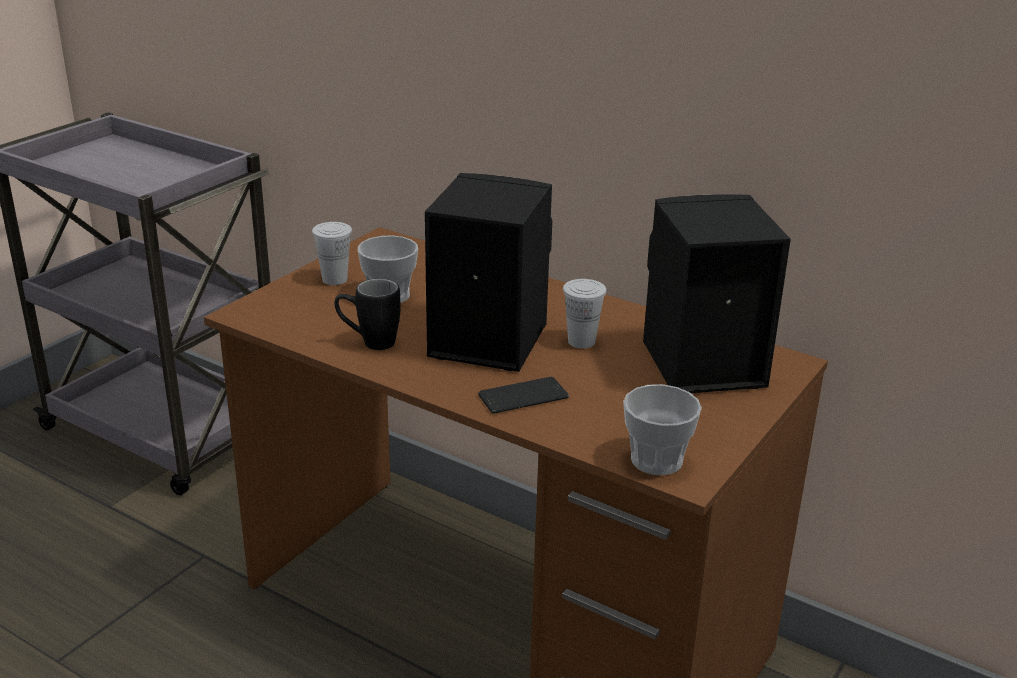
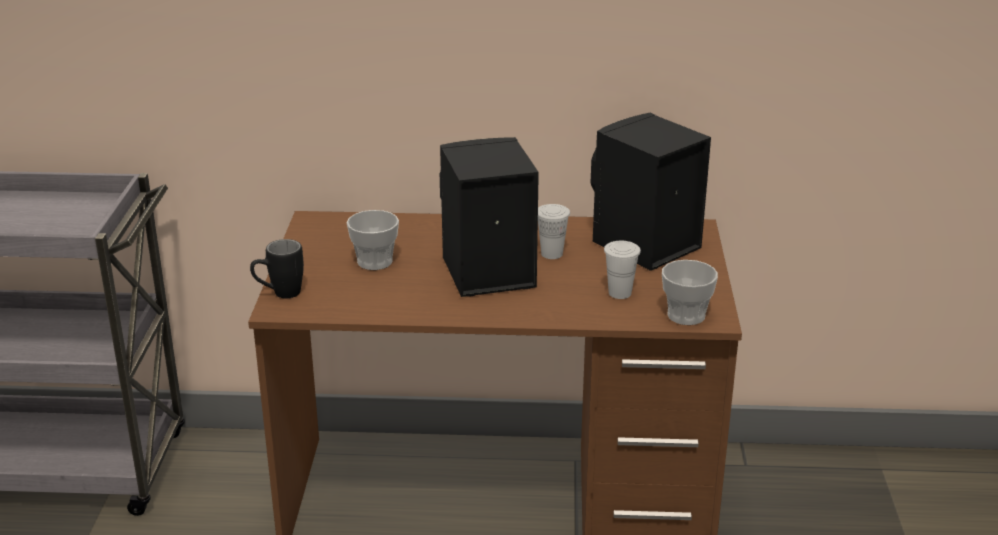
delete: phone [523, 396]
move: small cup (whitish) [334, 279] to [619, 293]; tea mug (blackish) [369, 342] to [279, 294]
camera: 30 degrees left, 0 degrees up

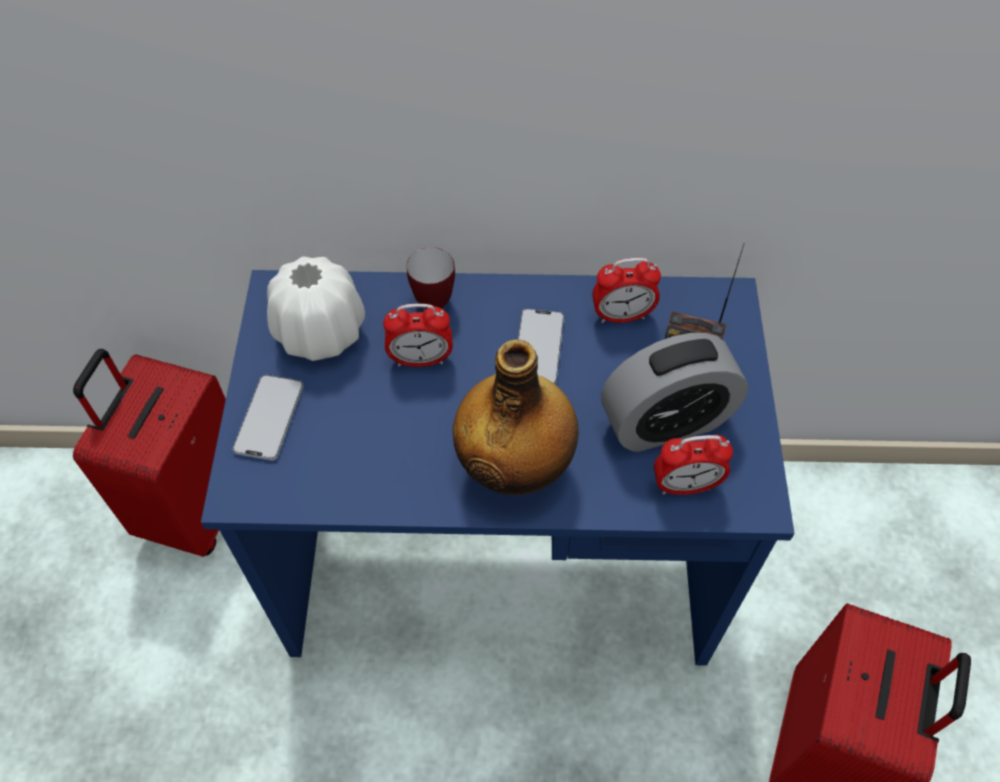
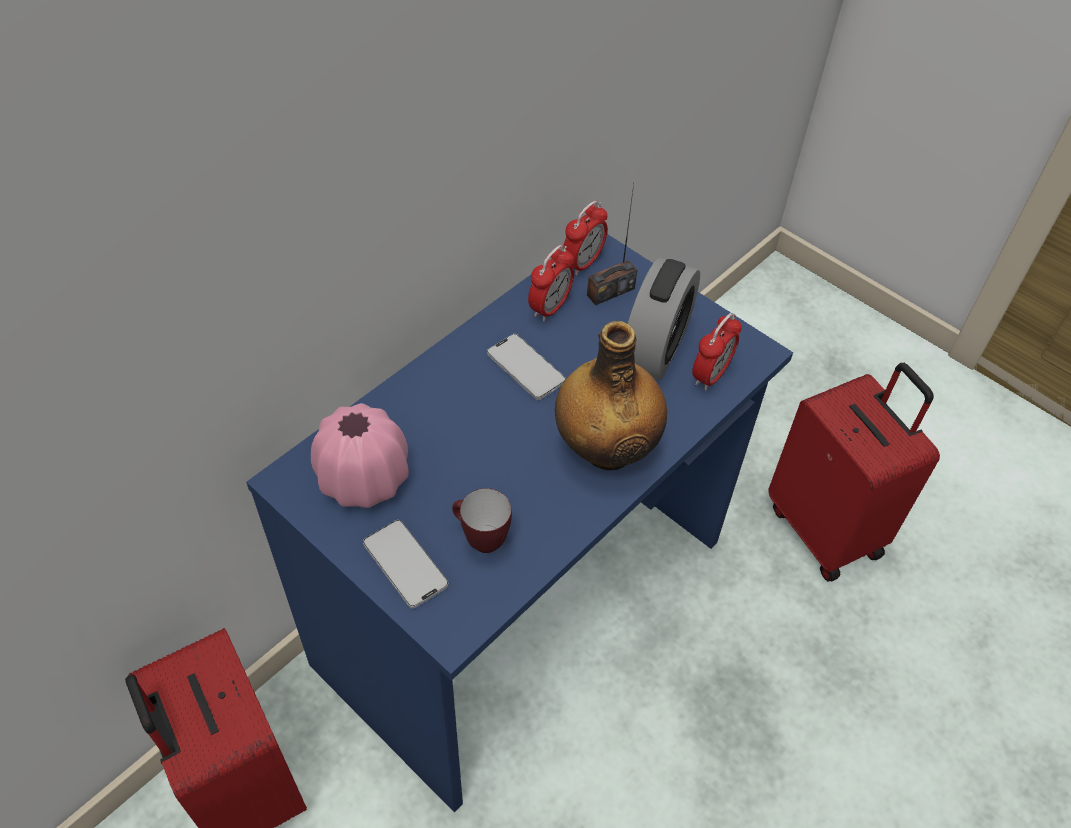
move: alarm clock [421, 359] to [583, 263]; tea mug [432, 297] to [479, 539]
recolor: decorative vase (whitish) [320, 333] to decorative vase (pinkish) [363, 479]
camera: 50 degrees left, 5 degrees down

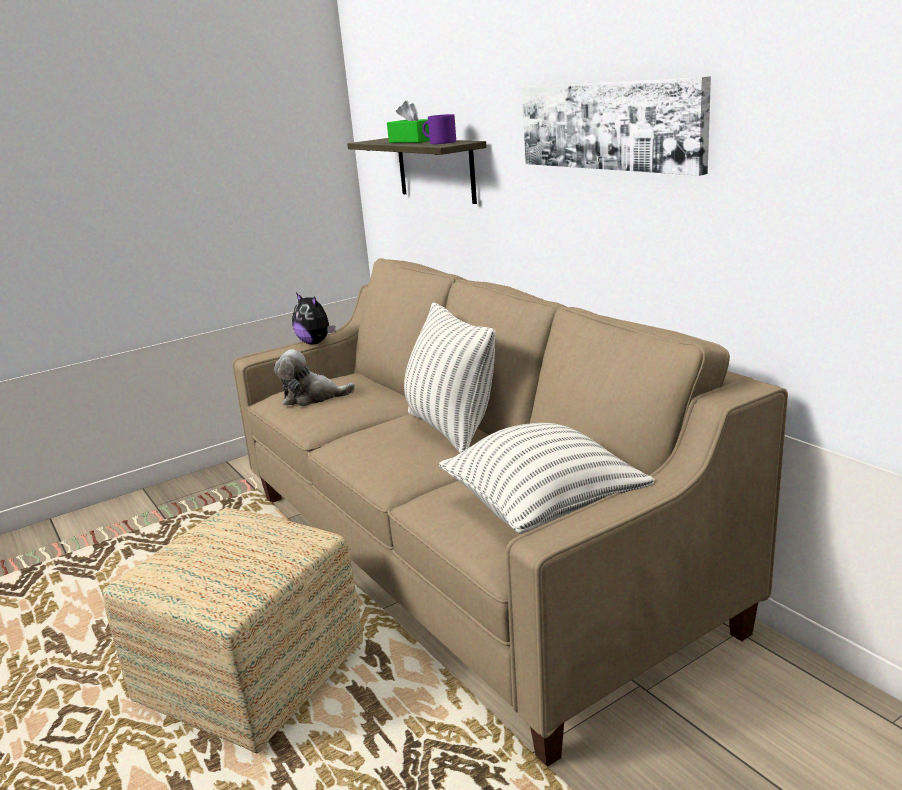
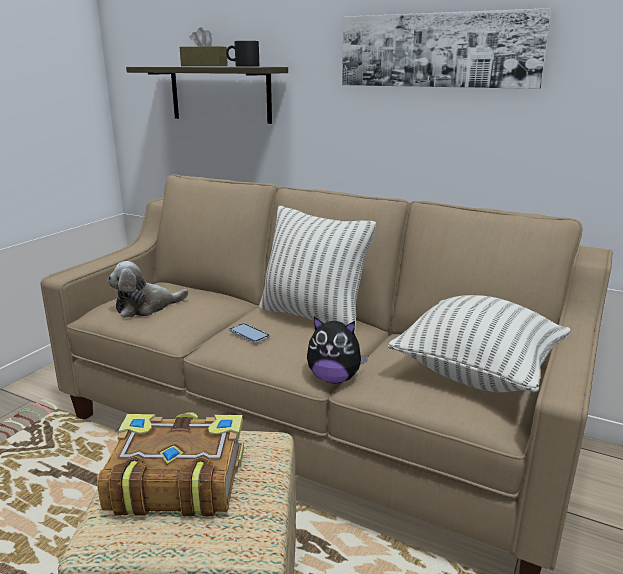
insert: book [176, 479]; phone [249, 334]
move: soft toy [315, 342] to [334, 378]
recolor: tissue holder (greenish) [412, 141] to tissue holder (brown) [204, 66]; tea mug (purple) [438, 142] to tea mug (blackish) [243, 66]
camera: 30 degrees left, 0 degrees up

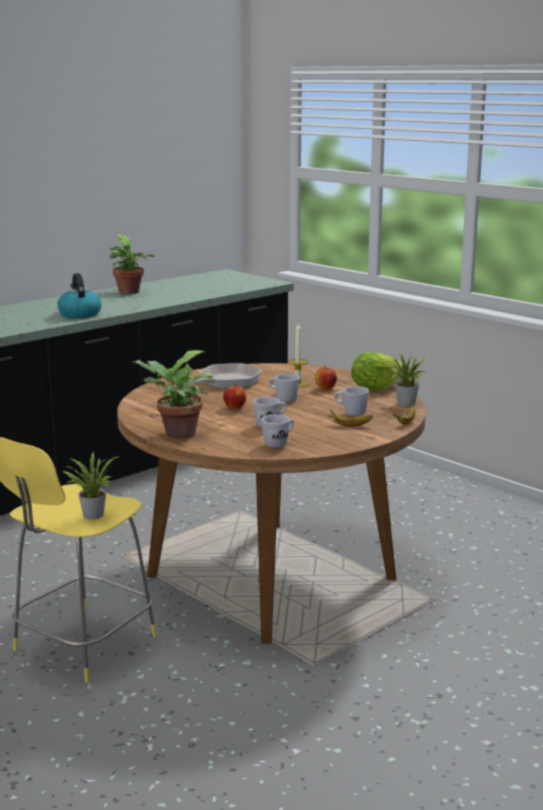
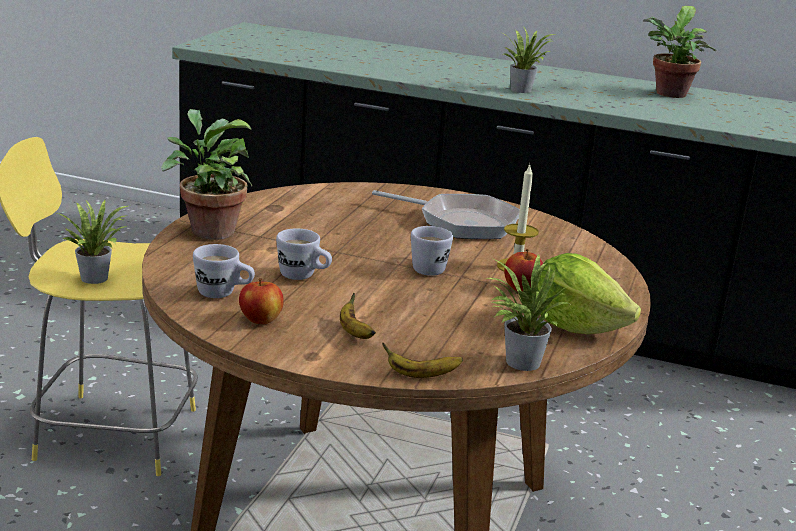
delete: tea mug (whitish) [350, 413]
move: apple [234, 407] to [261, 320]
replace: tea kettle [79, 314] to plant in a pot [522, 90]
camera: 60 degrees right, 5 degrees up

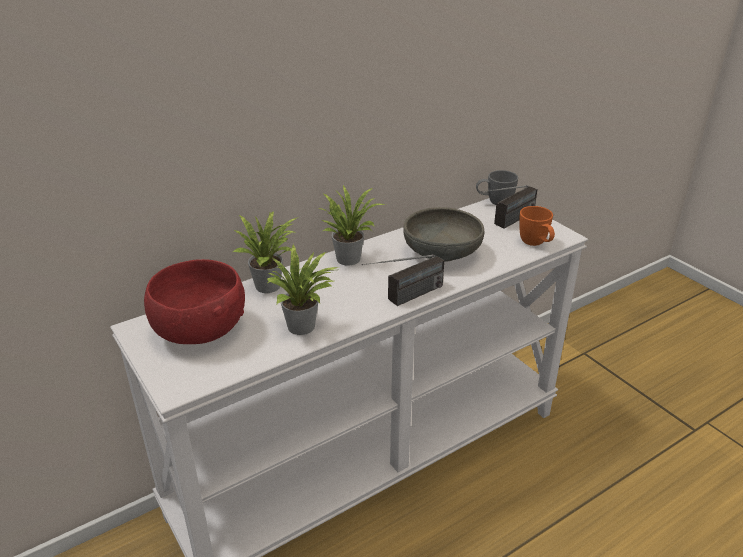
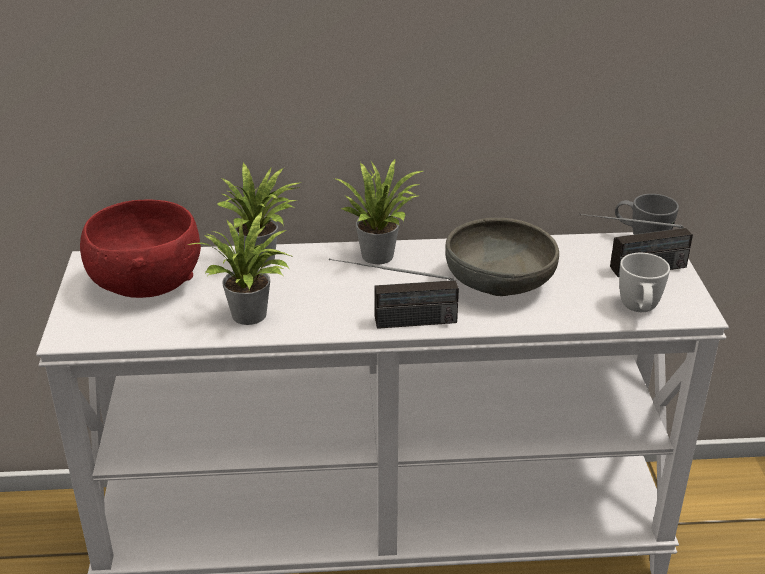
recolor: tea mug (orange-coloured) [536, 244] to tea mug (whitish) [639, 311]
camera: 30 degrees right, 0 degrees up

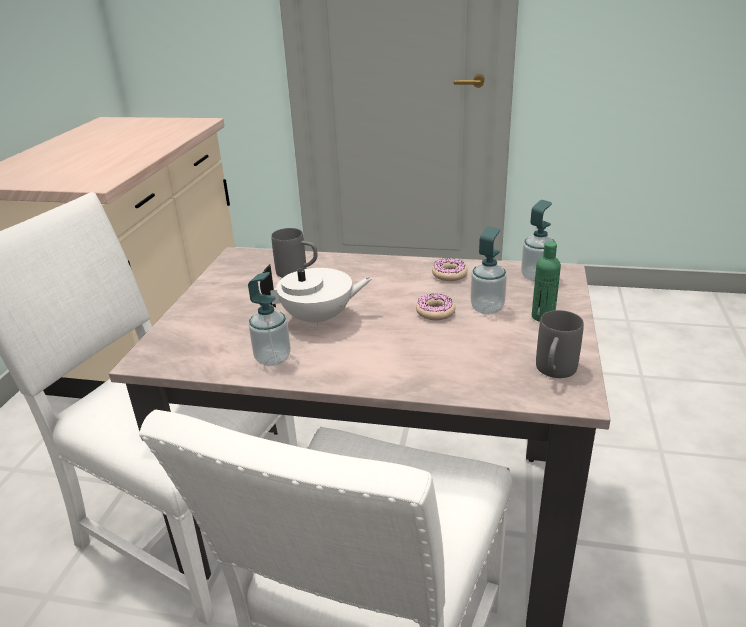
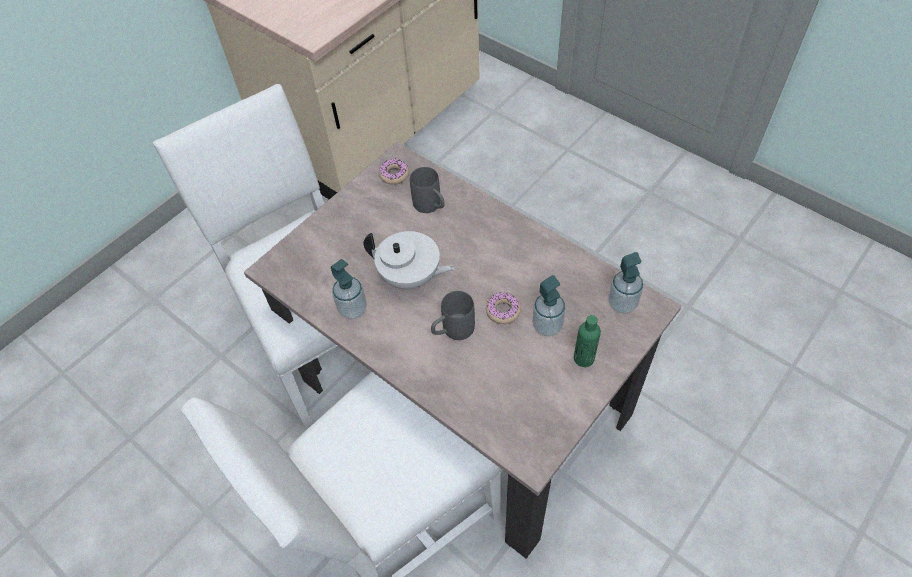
move: ring doughnut [449, 274] to [394, 175]; tea mug (greyish) [554, 372] to [452, 331]
camera: 30 degrees right, 25 degrees up

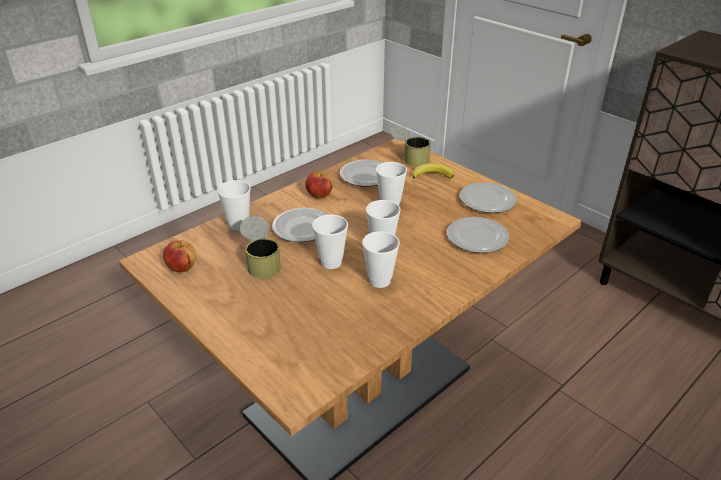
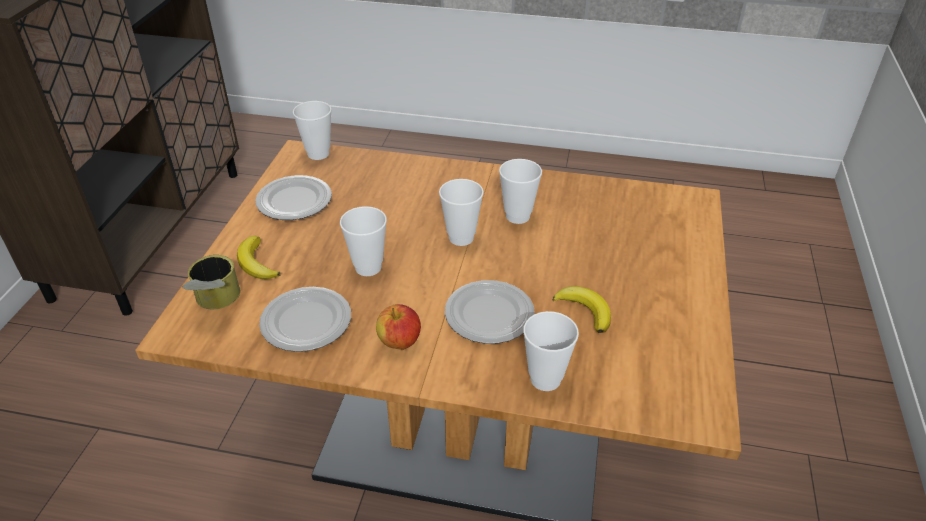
delete: apple [182, 267]; dinner plate [476, 237]
move: small cup [331, 262] to [318, 154]
replace: metal can [261, 262] to banana [585, 310]
camera: 125 degrees left, 5 degrees up

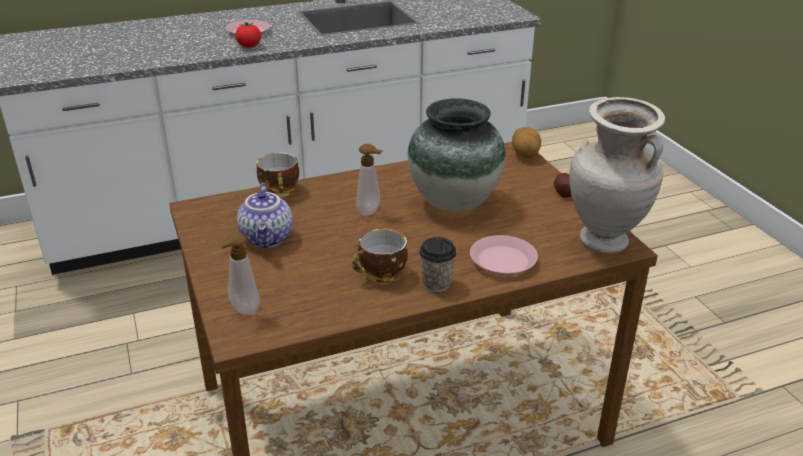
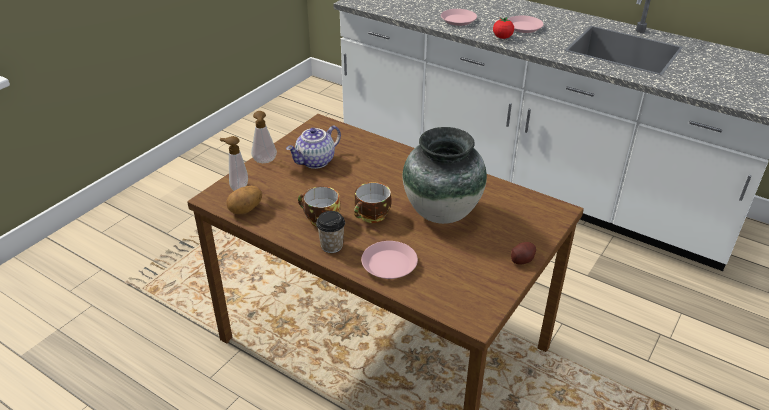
delete: decorative vase (beige-coloured) [603, 243]
insert: dinner plate (pinkish) [458, 20]
move: small cup [281, 191] to [372, 216]; soap dispenser [370, 212] to [265, 162]; spud [525, 155] to [246, 210]
camera: 55 degrees right, 5 degrees up

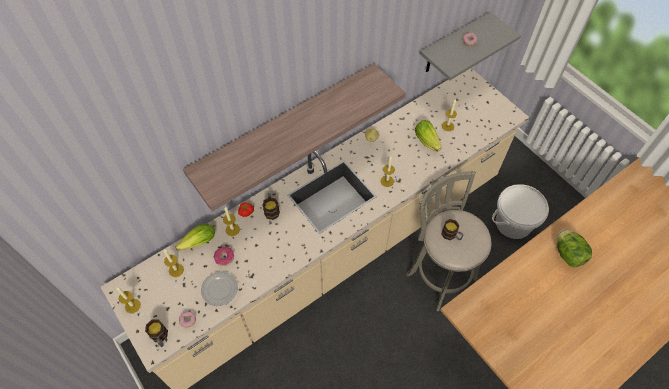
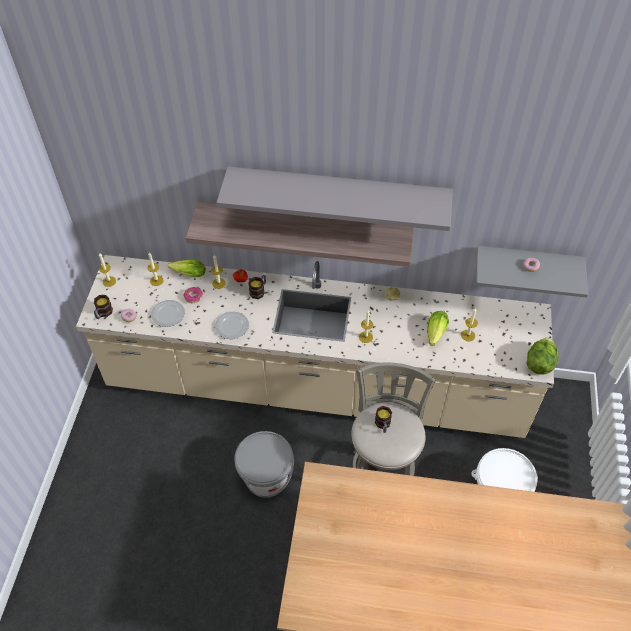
insert: dinner plate [231, 326]; wall shelf (greyish) [338, 192]; water bucket (greyish) [266, 476]
move: head of lettuce [568, 254] to [539, 363]
camera: 45 degrees right, 5 degrees down

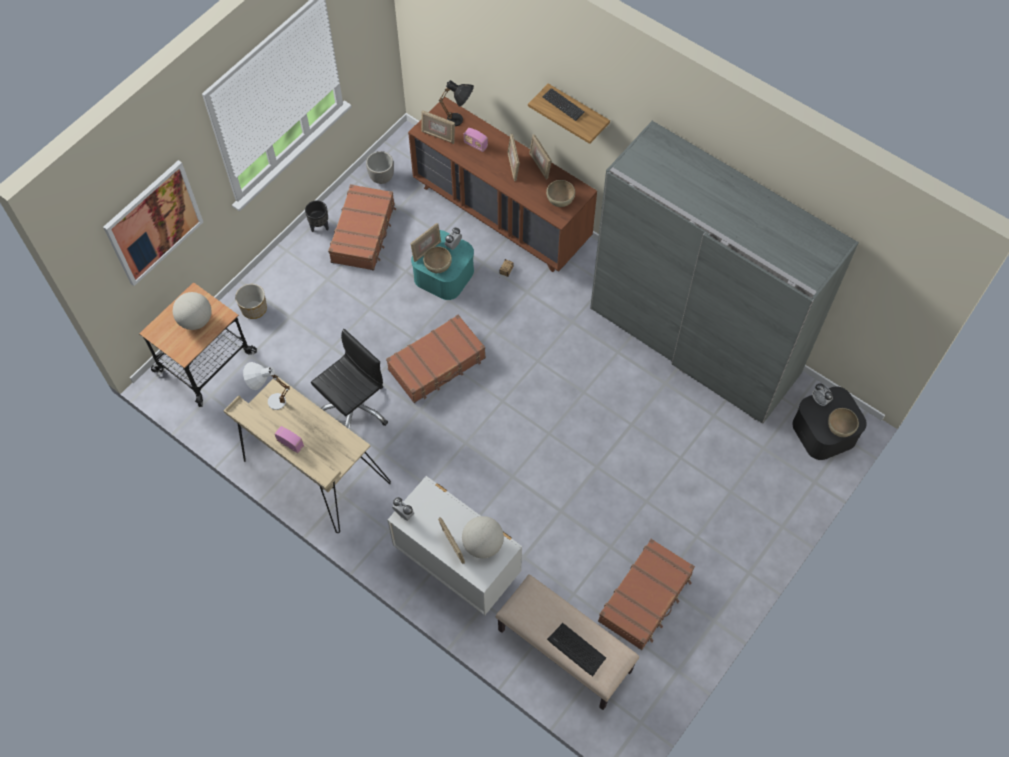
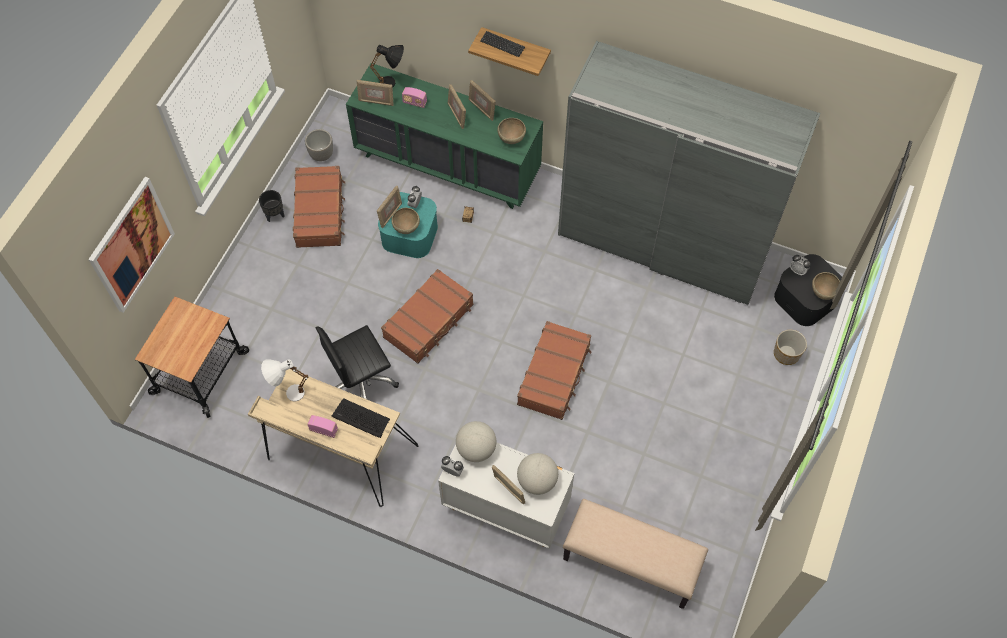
move: world globe [196, 320] to [476, 449]; flower pot [254, 309] to [786, 354]; PC keyboard [576, 649] to [361, 418]; suitcase (brown) [646, 598] to [554, 375]
recolor: chest of drawers (brown) [502, 214] to chest of drawers (greenish) [448, 165]
rotate: office chair (blackish) [354, 409] = [361, 383] 150 degrees counterclockwise
camera: 15 degrees left, 0 degrees up

